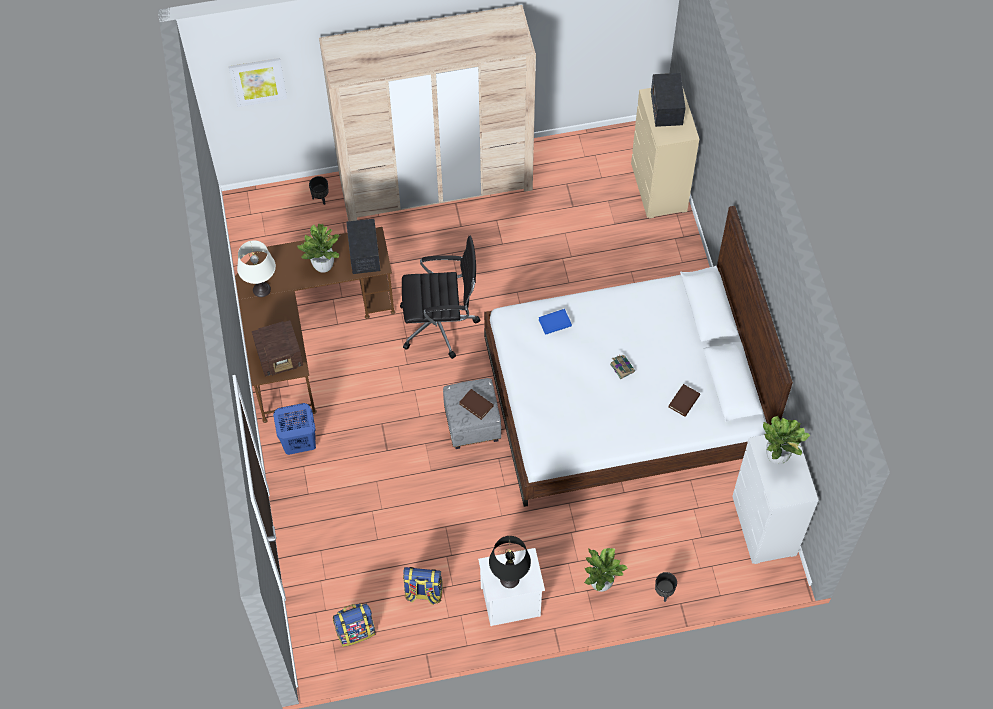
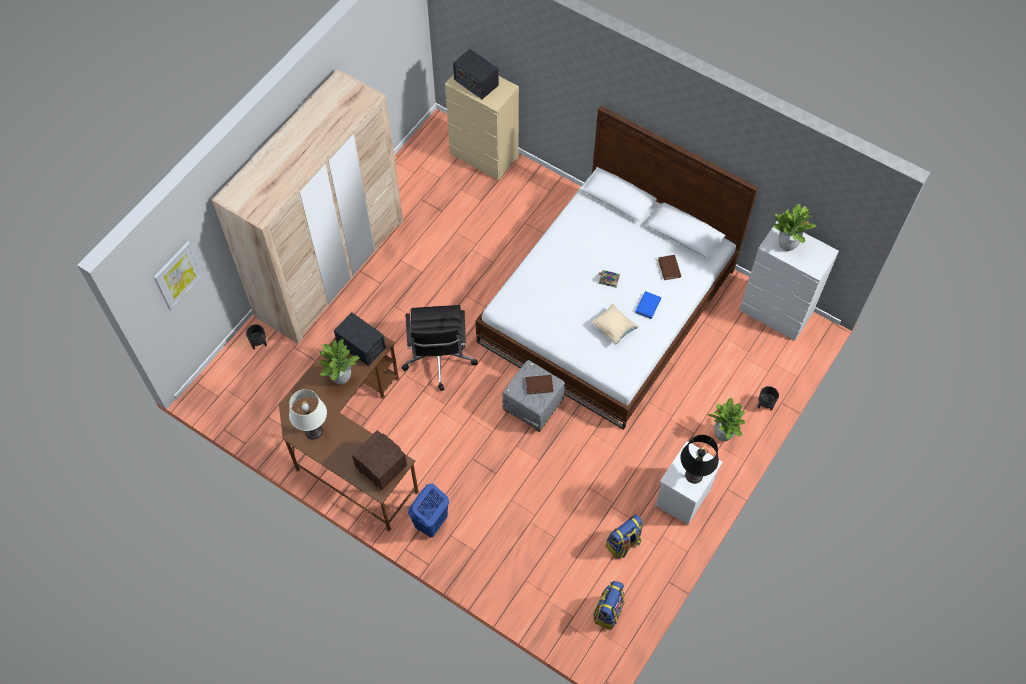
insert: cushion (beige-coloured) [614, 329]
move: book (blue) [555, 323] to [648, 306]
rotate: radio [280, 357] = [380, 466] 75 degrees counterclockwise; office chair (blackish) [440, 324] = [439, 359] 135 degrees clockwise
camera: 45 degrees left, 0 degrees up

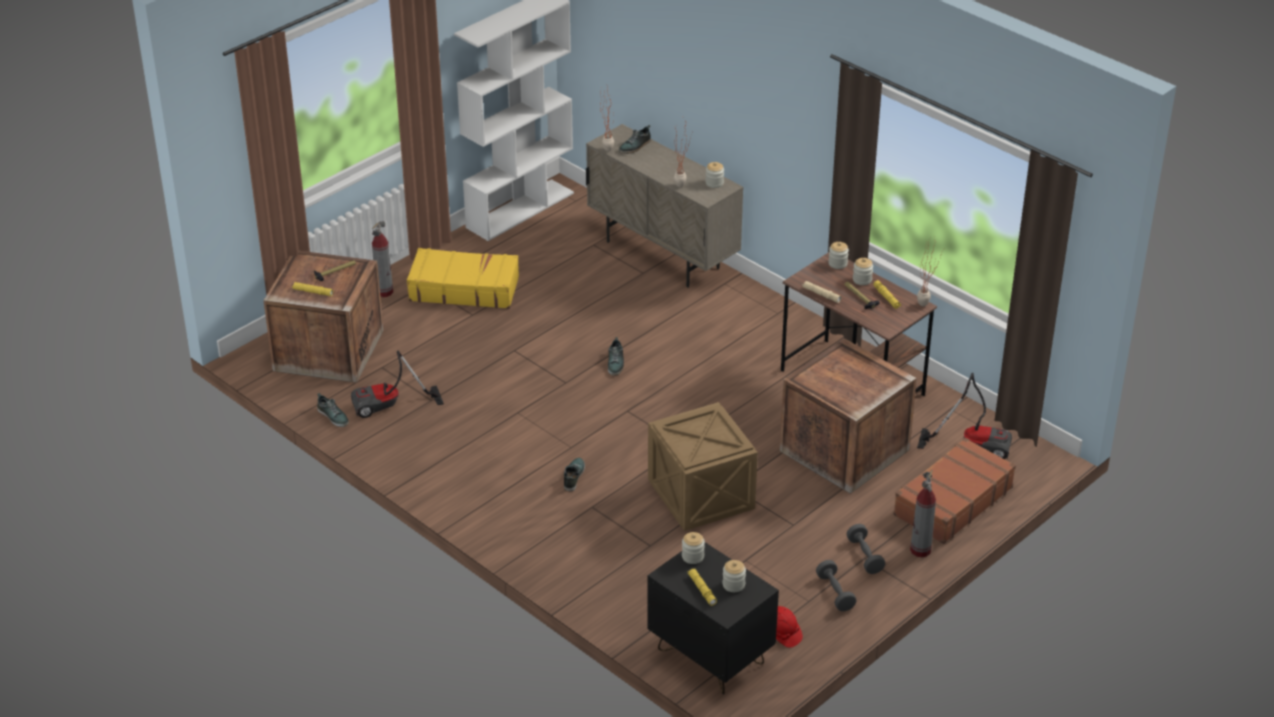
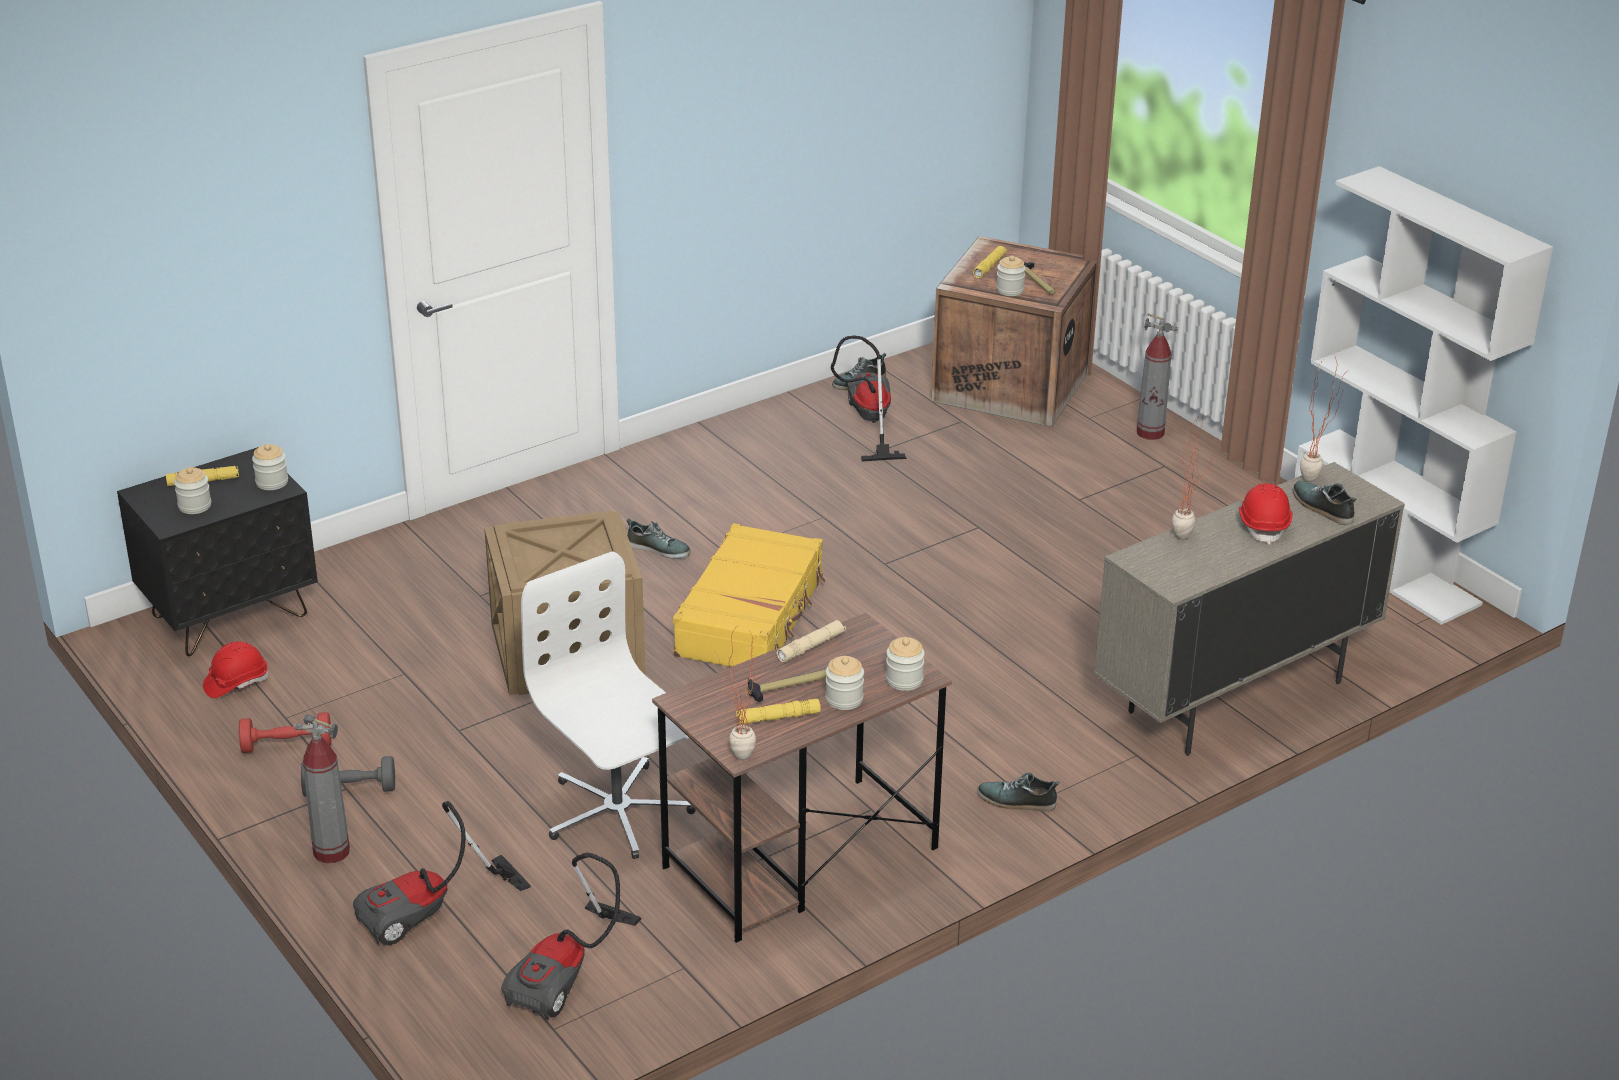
insert: safety helmet (red-coloured) [1263, 525]
move: suitcase (yellow) [464, 288] to [751, 616]; shoe [616, 363] to [1016, 801]; jar [714, 183] to [1010, 290]
replace: crate [842, 450] to office chair (whitish) [617, 812]; suitcase (brown) [952, 501] to vacuum [431, 914]
recolor: free weight (greyish) [835, 593] to free weight (red-coloured) [287, 746]
camera: 100 degrees right, 5 degrees down

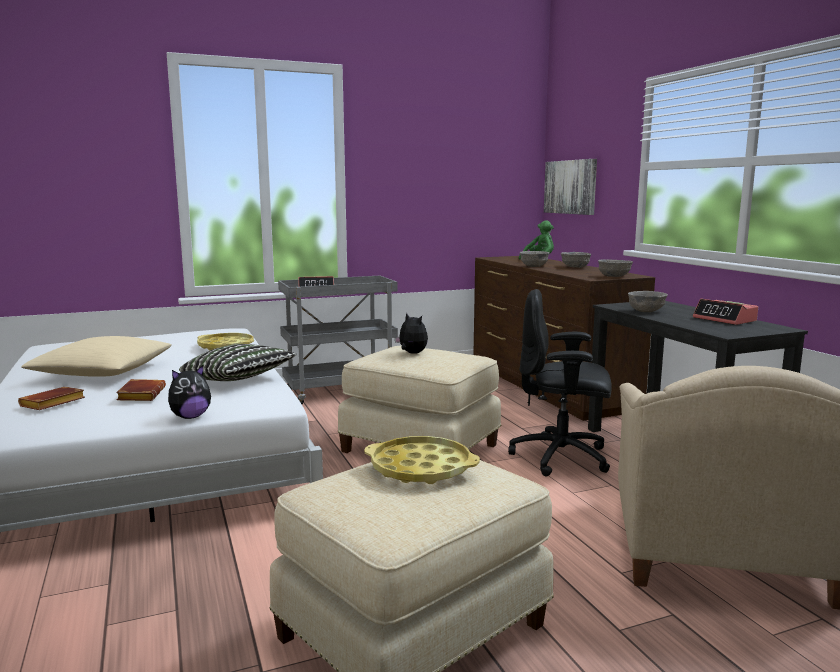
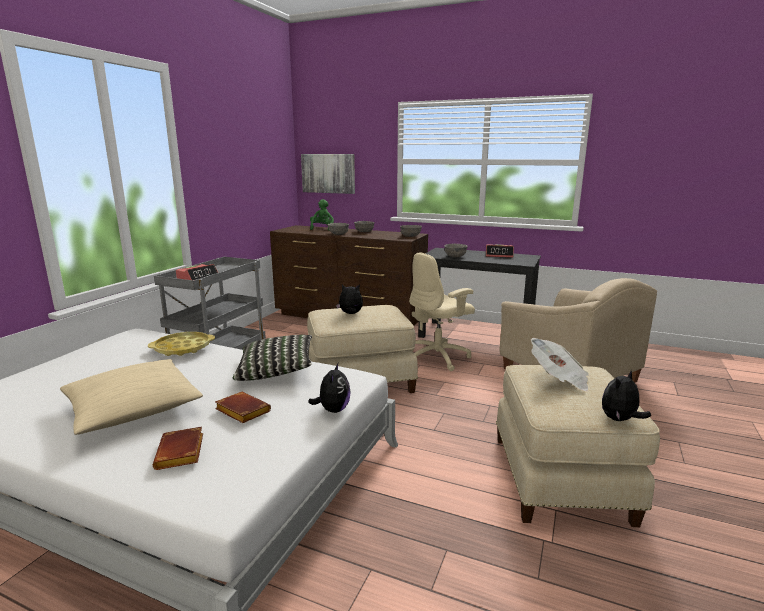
insert: soft toy [620, 420]
replace: carrying tray (yellow) [421, 468] to newspaper [559, 379]
recolor: office chair (blackish) [562, 457] to office chair (beige-coloured) [438, 357]
camera: 45 degrees left, 5 degrees up

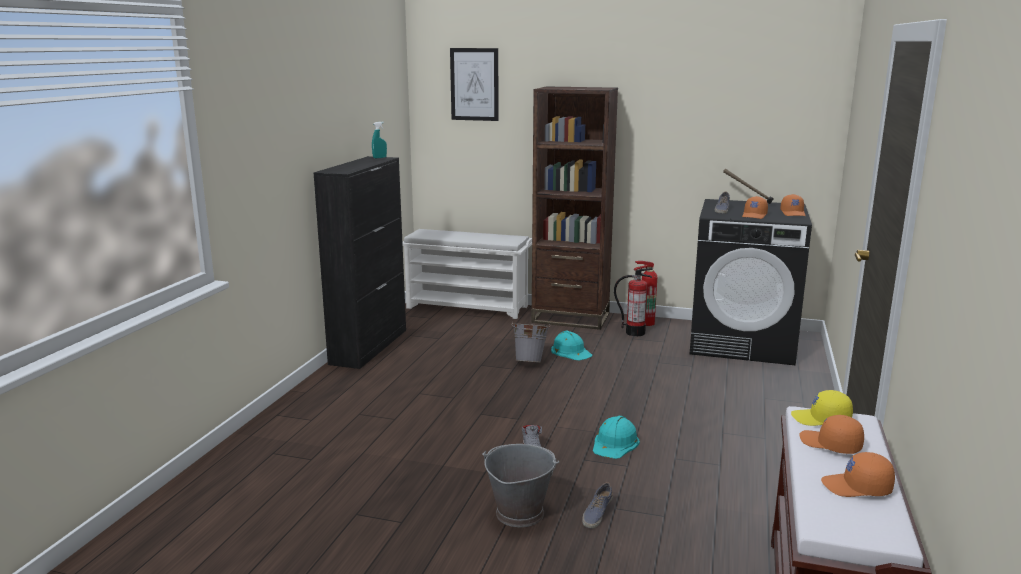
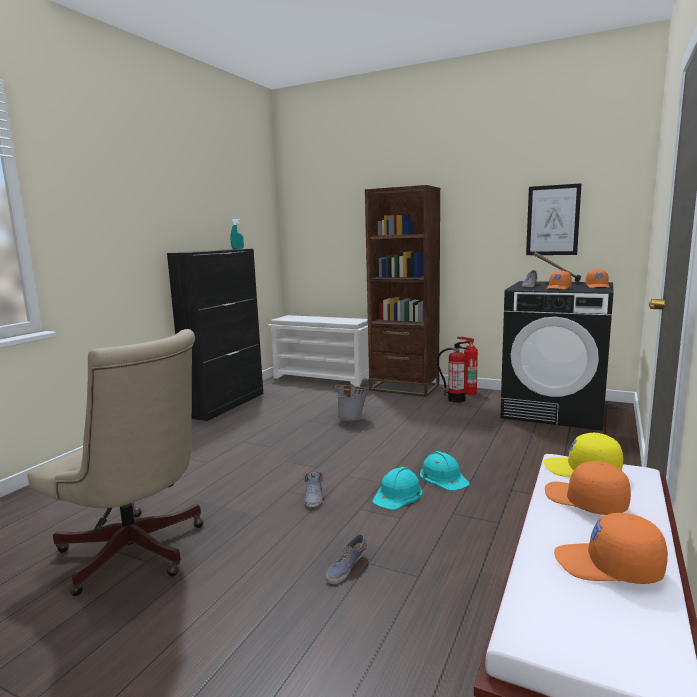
delete: water bucket (greyish) [519, 513]
insert: office chair (beige-coloured) [136, 554]
move: picture [474, 84] to [552, 220]; safety helmet (blue-green) [571, 351] to [443, 477]
camera: 10 degrees right, 5 degrees down

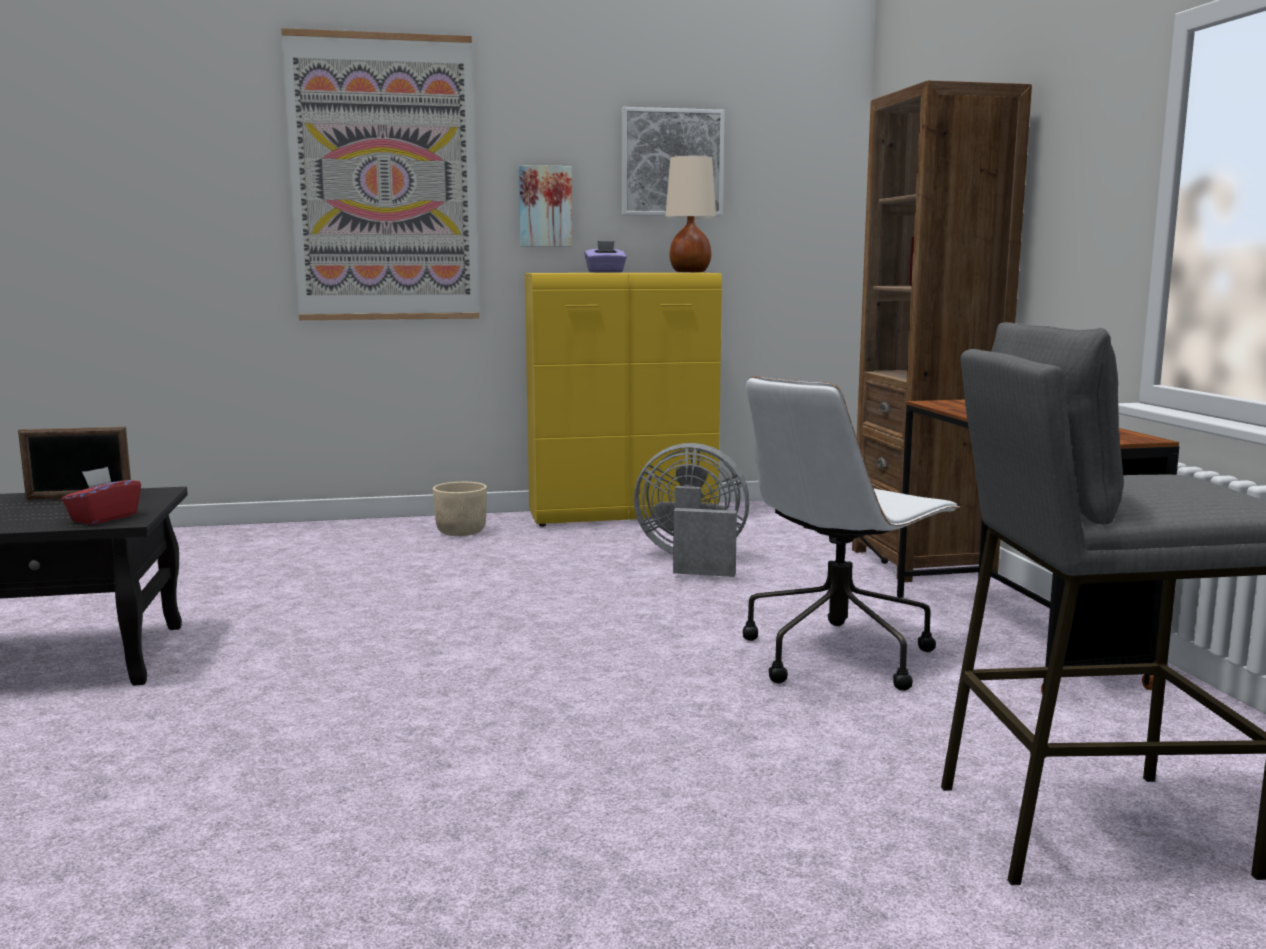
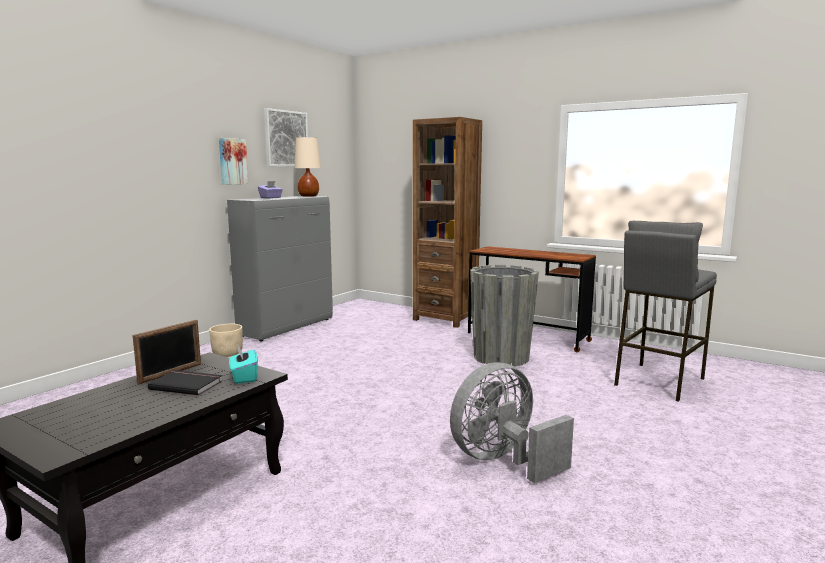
delete: picture [384, 179]
insert: book (blackish) [187, 384]
move: electric fan (greyish) [692, 561] to [503, 460]
replace: office chair (whitish) [838, 655] to flower pot (greyish) [501, 357]
recolor: tissue holder (red-coloured) [104, 518] to tissue holder (blue-green) [244, 377]; storage cabinet (yellow) [624, 516] to storage cabinet (greyish) [287, 327]
camera: 45 degrees left, 0 degrees up

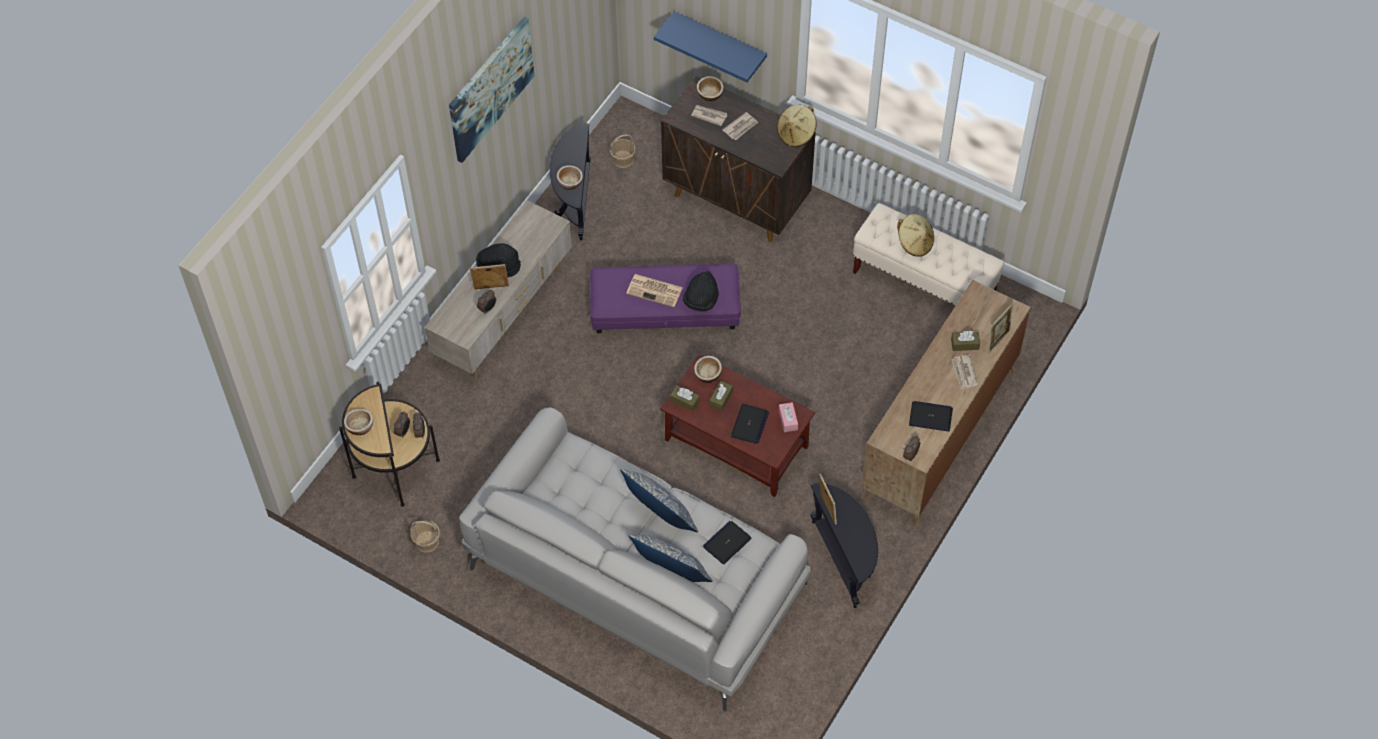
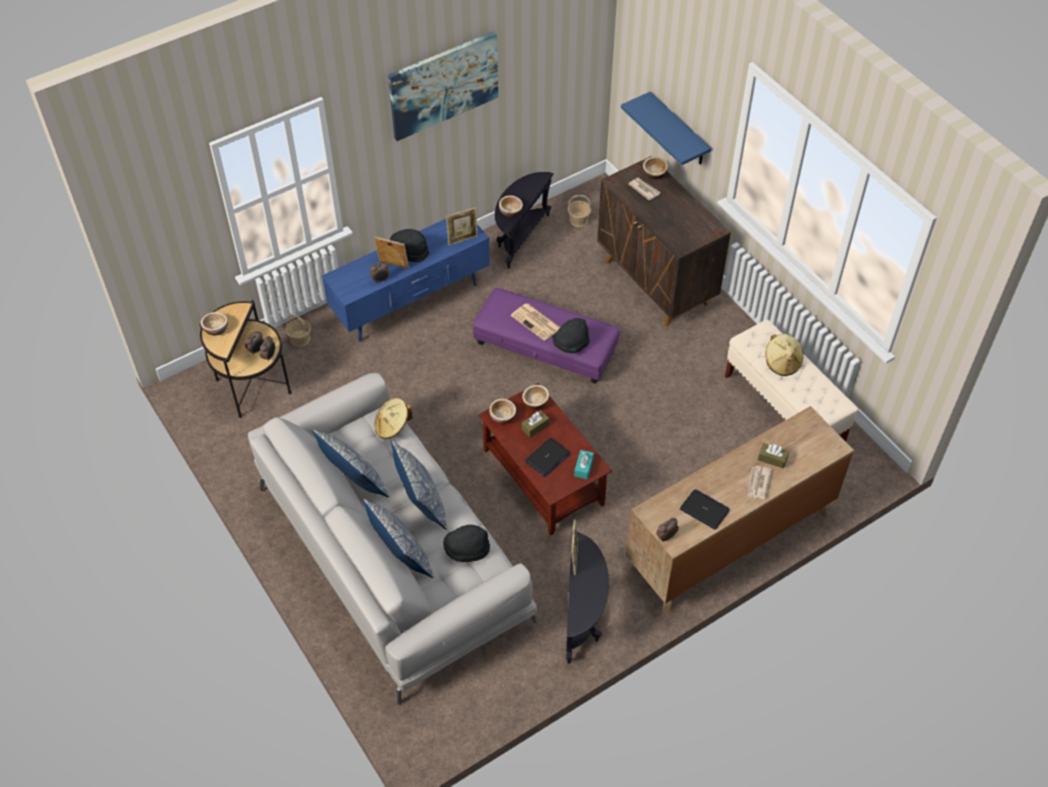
delete: newspaper [740, 127]
insert: cushion [354, 483]
move: basket [427, 541] to [300, 339]; clothing hat (beige-coloured) [796, 134] to [392, 426]; picture frame [997, 340] to [463, 239]
replace: tissue holder (brown) [684, 401] to deep dish [502, 416]; notebook computer [727, 543] to clothing hat (blackish) [466, 550]
recolor: tv unit (beige-coloured) [504, 317] to tv unit (blue) [411, 304]; tissue holder (pinkish) [788, 420] to tissue holder (blue-green) [583, 467]
camera: 25 degrees right, 5 degrees down

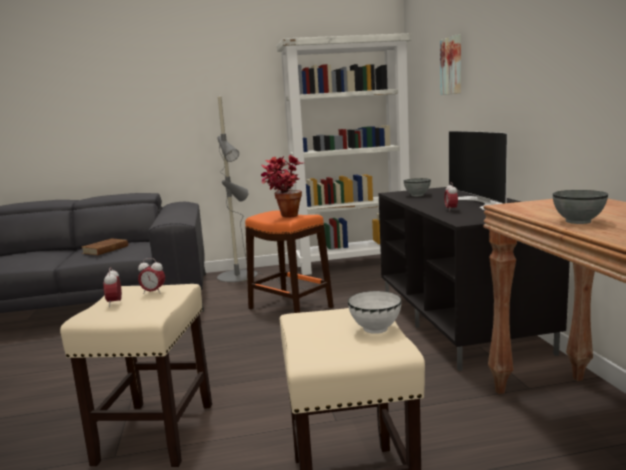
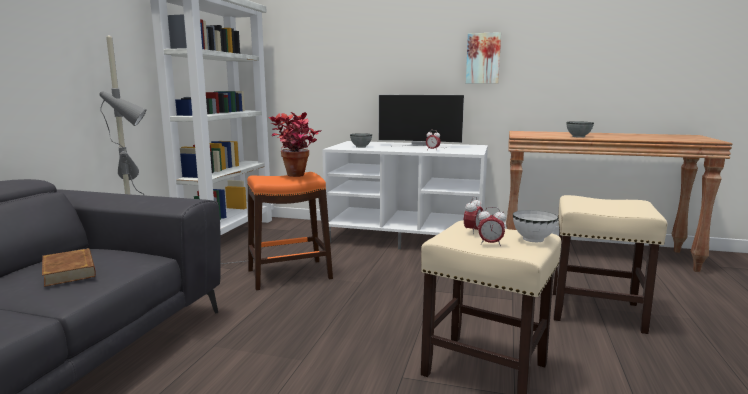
move: deep dish (whitish) [376, 328] to [533, 239]; picture [452, 66] to [483, 58]
recolor: tv unit (blackish) [460, 321] to tv unit (whitish) [407, 238]
camera: 65 degrees left, 0 degrees up

